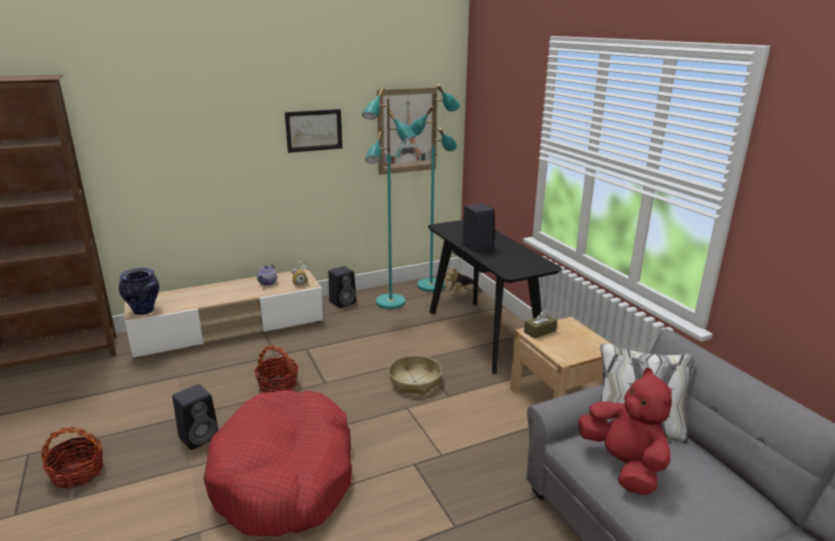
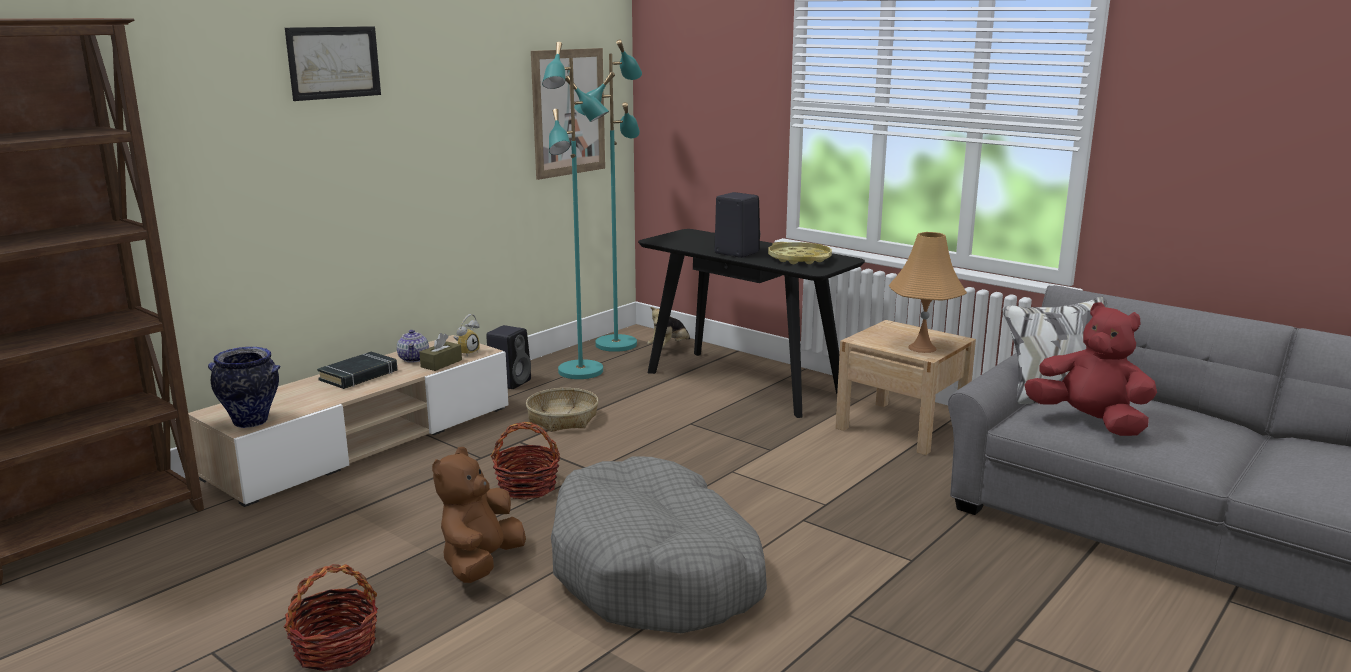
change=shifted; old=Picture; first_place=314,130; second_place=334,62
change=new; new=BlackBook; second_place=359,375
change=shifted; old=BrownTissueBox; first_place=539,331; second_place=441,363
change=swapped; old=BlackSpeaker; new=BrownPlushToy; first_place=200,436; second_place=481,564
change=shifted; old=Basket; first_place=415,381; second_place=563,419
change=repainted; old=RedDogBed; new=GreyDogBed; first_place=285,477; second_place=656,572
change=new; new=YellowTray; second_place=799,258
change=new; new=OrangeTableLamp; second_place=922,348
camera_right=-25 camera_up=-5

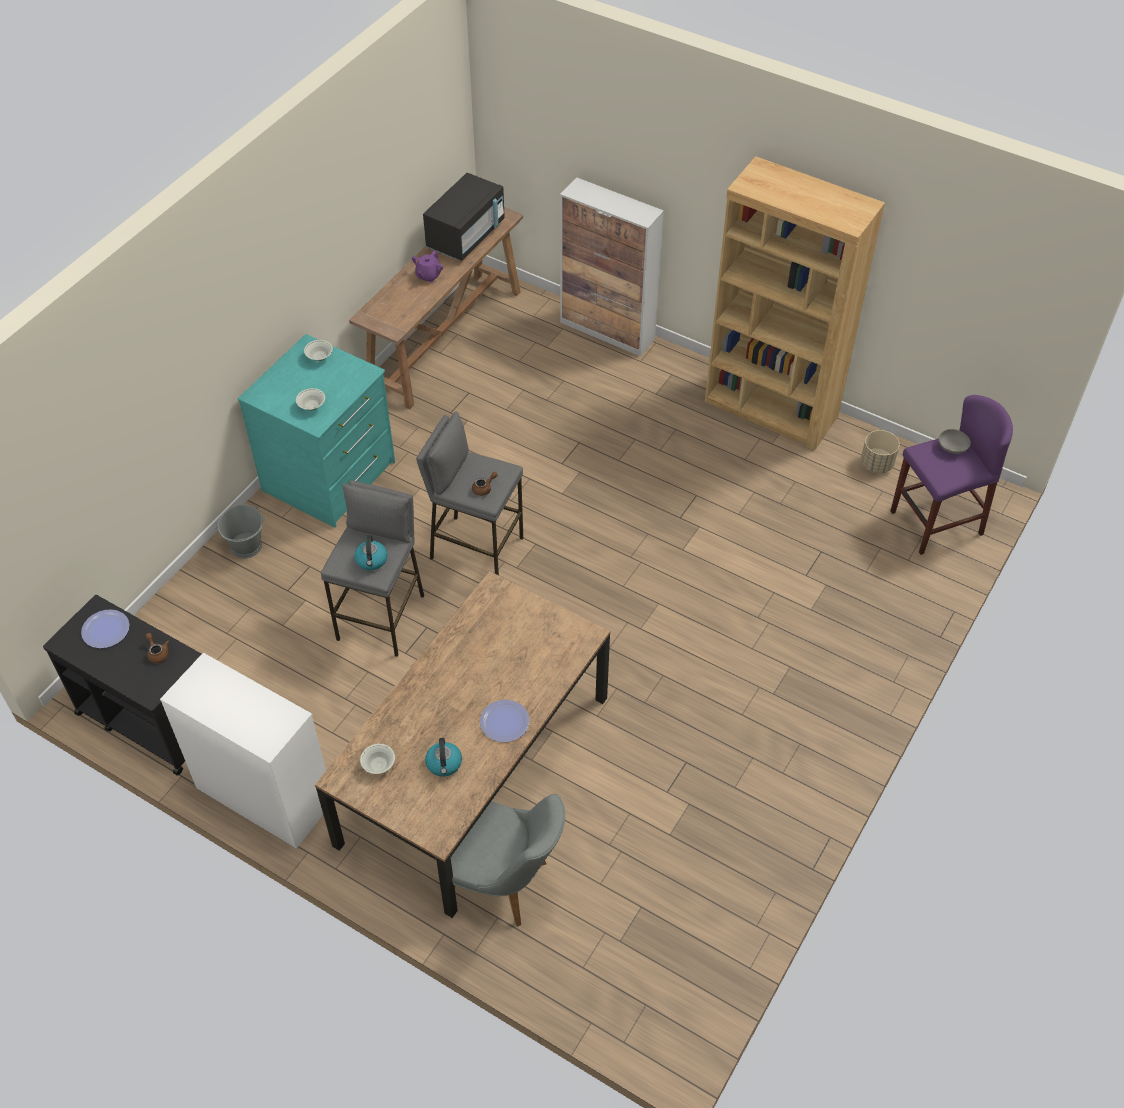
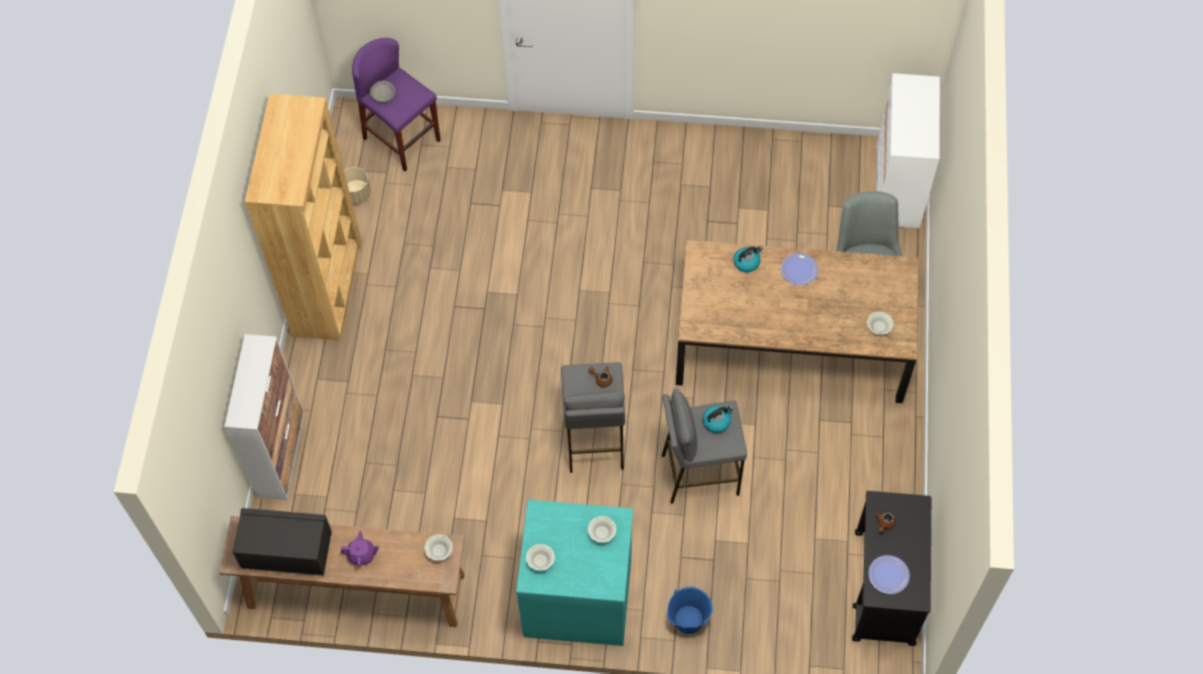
change=new; new=WhiteBowl; second_place=439,551
change=repainted; old=GreyBucket; new=BlueBucket; first_place=247,546; second_place=688,619
change=shifted; old=Kettle; first_place=444,764; second_place=747,262
change=shifted; old=WhiteDresser; first_place=265,795; second_place=897,187
camera_right=-115 camera_up=10

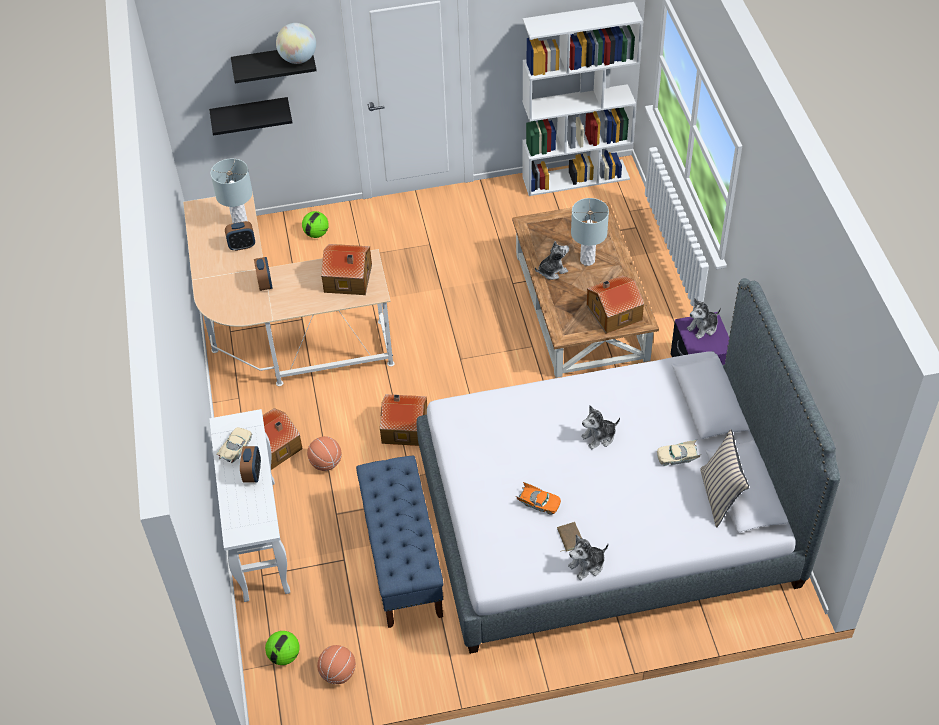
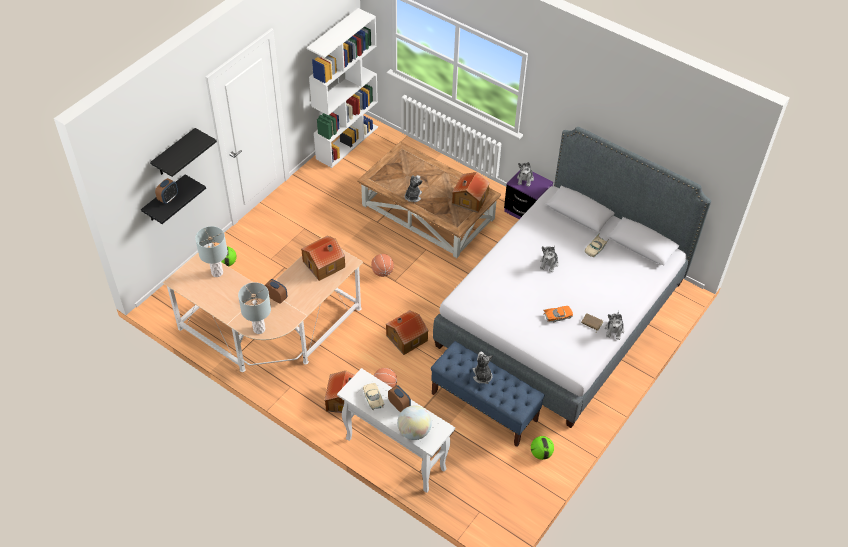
change=shifted; old=AlarmClock; first_place=242,246; second_place=168,198
change=shifted; old=GreyTableLamp; first_place=587,260; second_place=259,329
change=shifted; old=Basketball; first_place=338,673; second_place=382,272
change=shifted; old=Globe; first_place=298,59; second_place=414,431
change=new; new=PlushToy; second_place=482,376
change=shifted; old=Football; first_place=284,656; second_place=541,453
change=gone; old=BeigePillow; first_place=720,496
camera_right=-45 camera_up=0

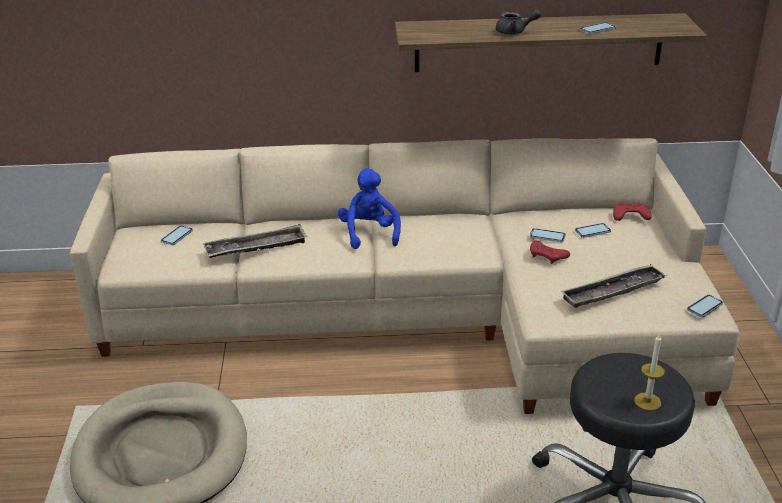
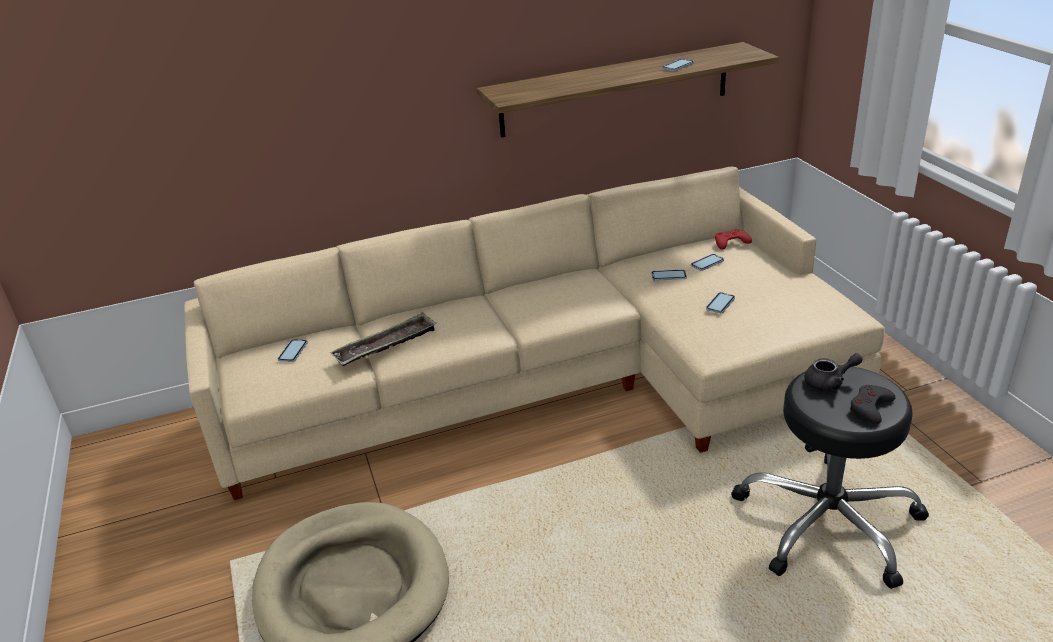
change=shifted; old=Phone; first_place=704,307; second_place=720,304
change=shifted; old=GreyTeapot; first_place=514,32; second_place=829,382
change=swapped; old=Candle; new=GreyGameController; first_place=647,401; second_place=870,407
change=gone; old=BluePlushToy; first_place=369,233
change=gone; old=RedGameController; first_place=547,255
change=gone; old=Tray; first_place=612,291
camera_right=-15 camera_up=0

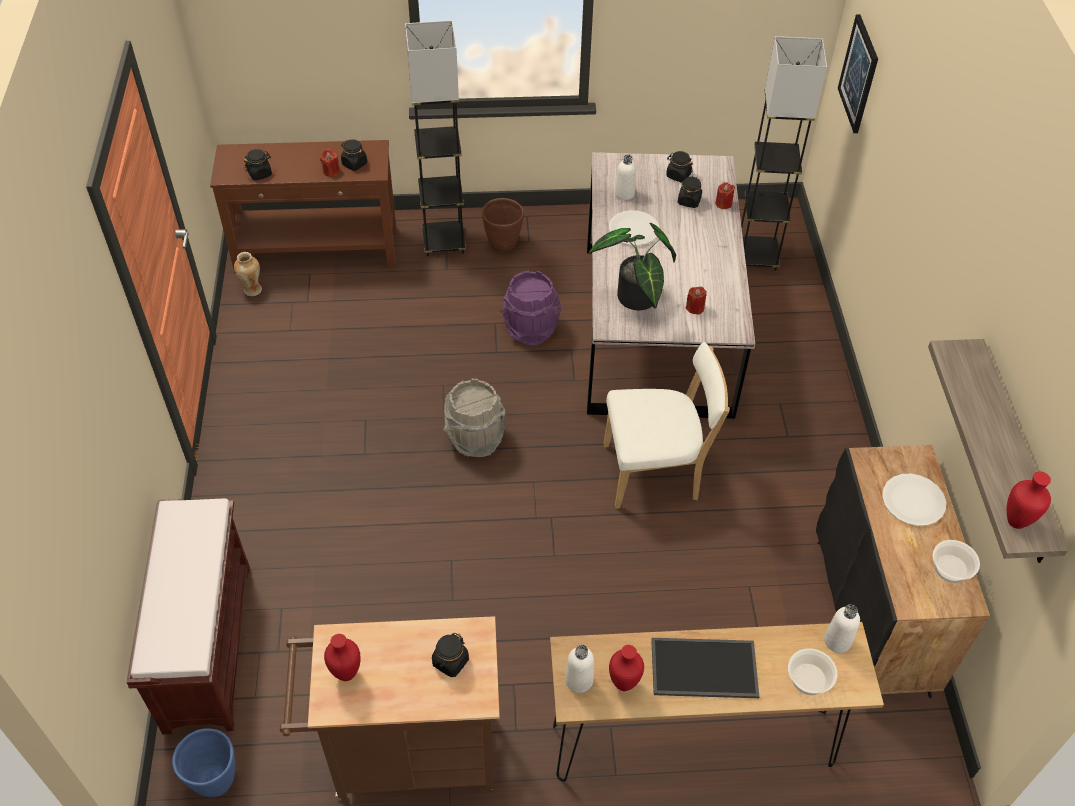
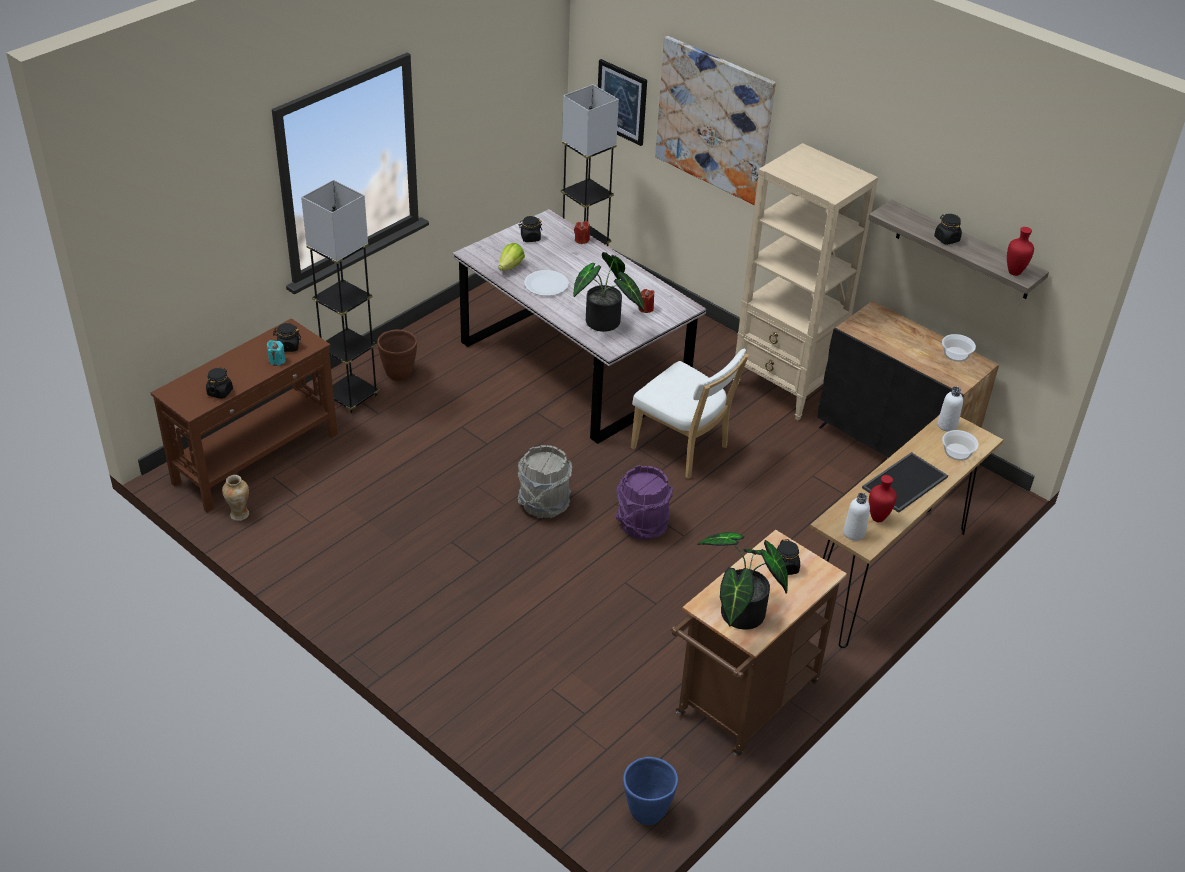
change=repainted; old=RedCandle; new=TurquoiseCandle; first_place=331,171; second_place=277,361
change=swapped; old=WhiteBottle; new=Lettuce; first_place=624,194; second_place=510,266
change=shifted; old=PurpleBucket; first_place=530,329; second_place=642,525
change=rotated; old=WhiteChair; first_place=656,472; second_place=683,449; degrees=90
change=new; new=Picture; second_place=714,120
change=swapped; old=RedVase; new=PottedPlant; first_place=345,675; second_place=738,616
change=new; new=BeigeBookcase; second_place=785,388
change=shifted; old=BlackJar; first_place=689,201; second_place=946,239
change=gone; old=BrownBench; first_place=207,645
change=gone; old=WhitePlate; first_place=913,501
camera_right=-45 camera_up=-10

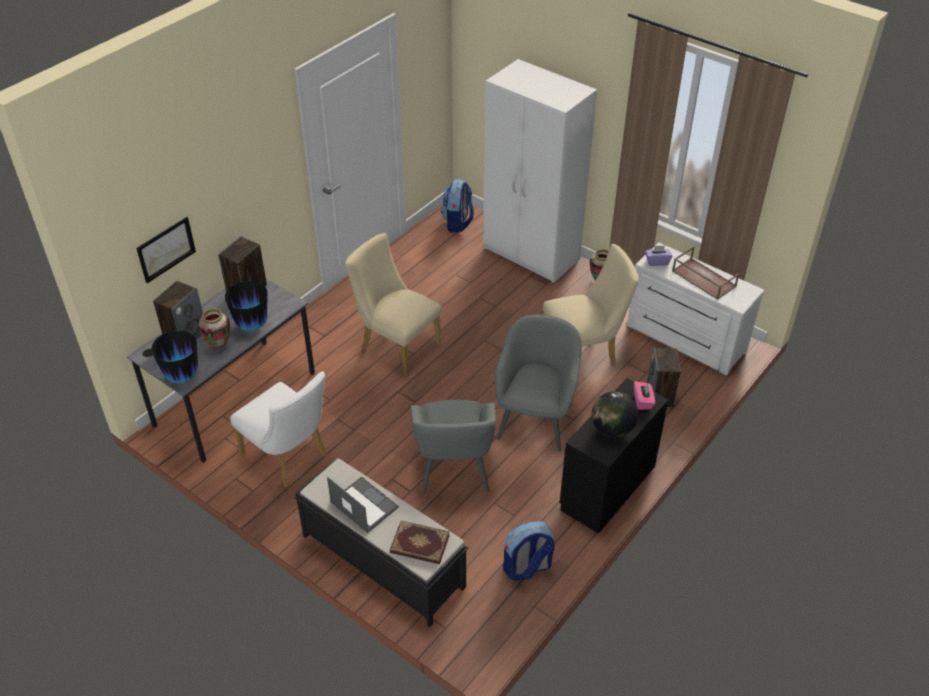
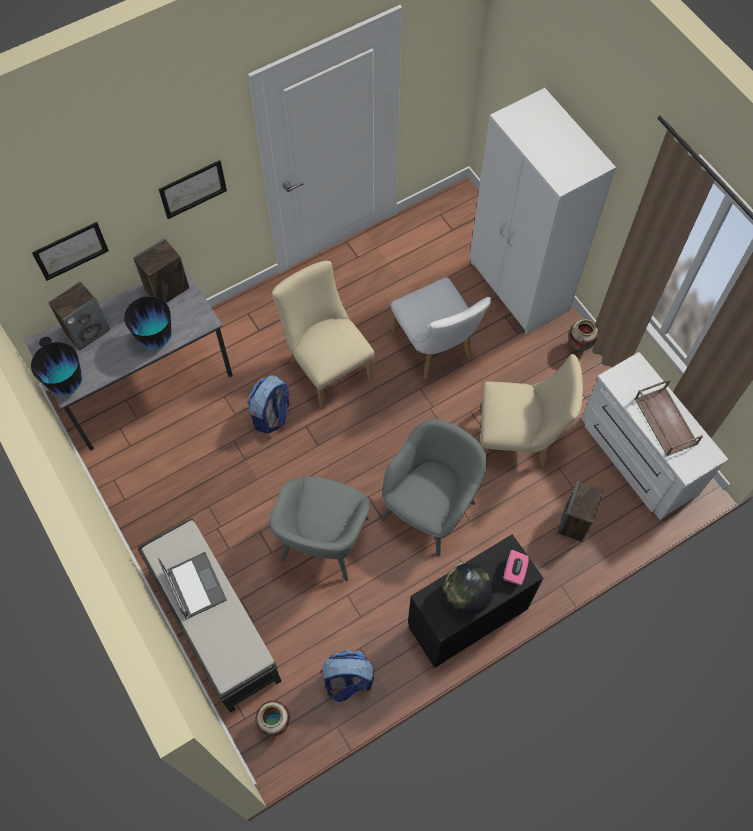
change=new; new=Picture; second_place=193,189
change=shifted; old=Backpack; first_place=458,223; second_place=271,416
change=shifted; old=Vase; first_place=219,345; second_place=275,723
change=shifted; old=WhiteChair; first_place=289,458; second_place=436,349
change=gone; old=Book; first_place=419,545
change=gone; old=PurpleTissueBox; first_place=657,261
camera_right=20 camera_up=20

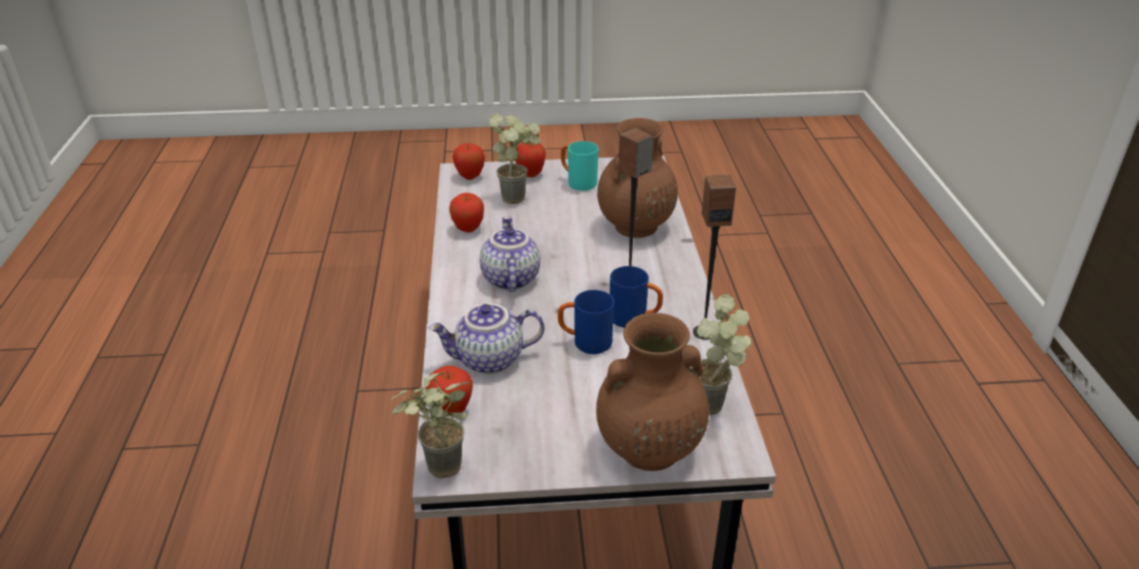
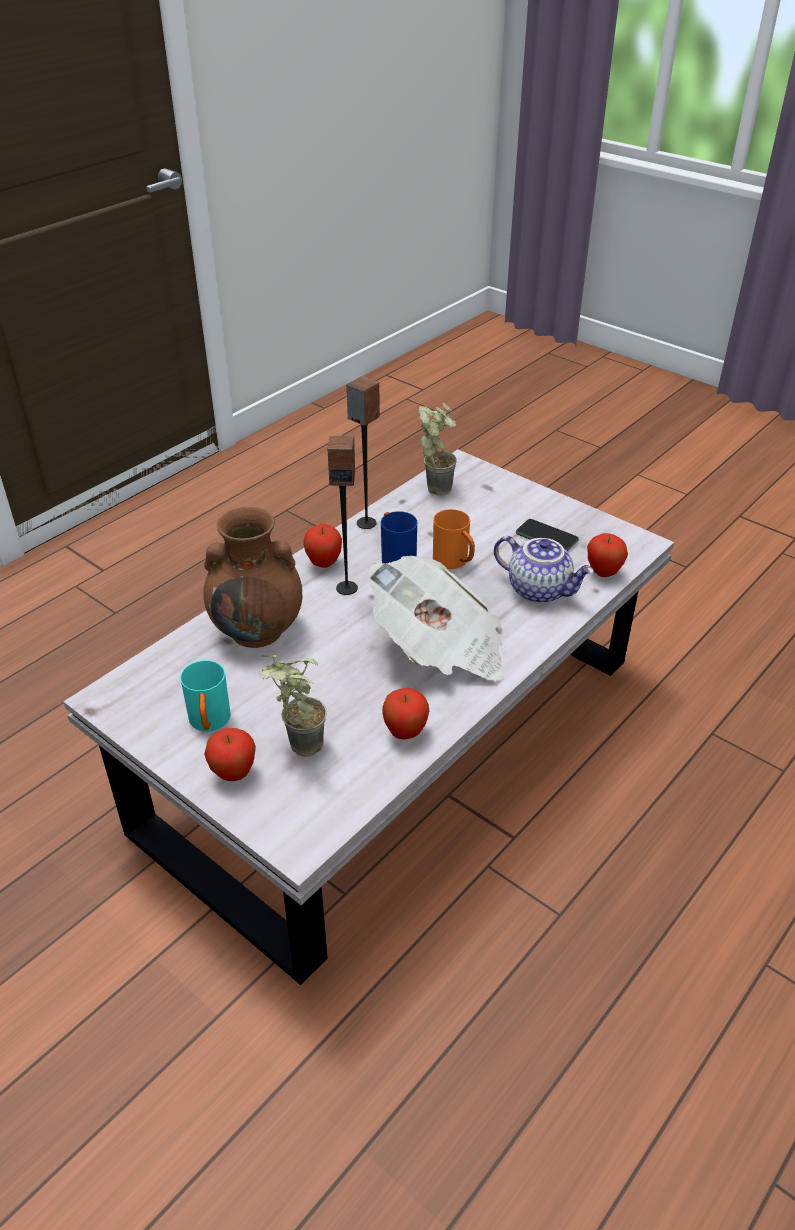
change=shifted; old=Apple; first_place=470,177; second_place=324,563
change=swapped; old=Teapot; new=Newspaper; first_place=509,278; second_place=439,648
change=repainted; old=BlueMug; new=OrangeMug; first_place=585,342; second_place=455,563
change=new; new=Phone; second_place=546,537
change=gone; old=PottedPlant; first_place=437,474
change=gone; old=BrownVase; first_place=648,450
camera_right=-135 camera_up=5

